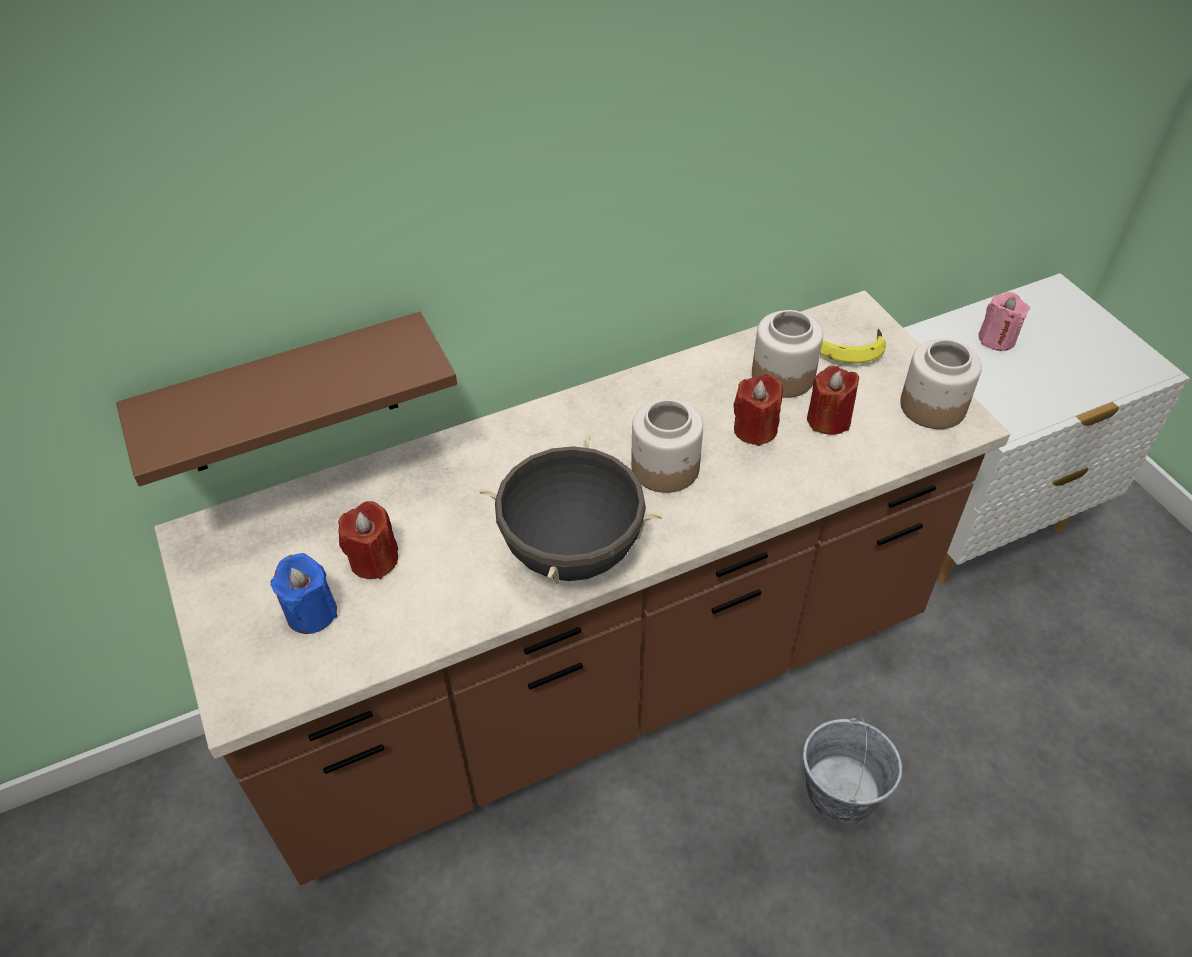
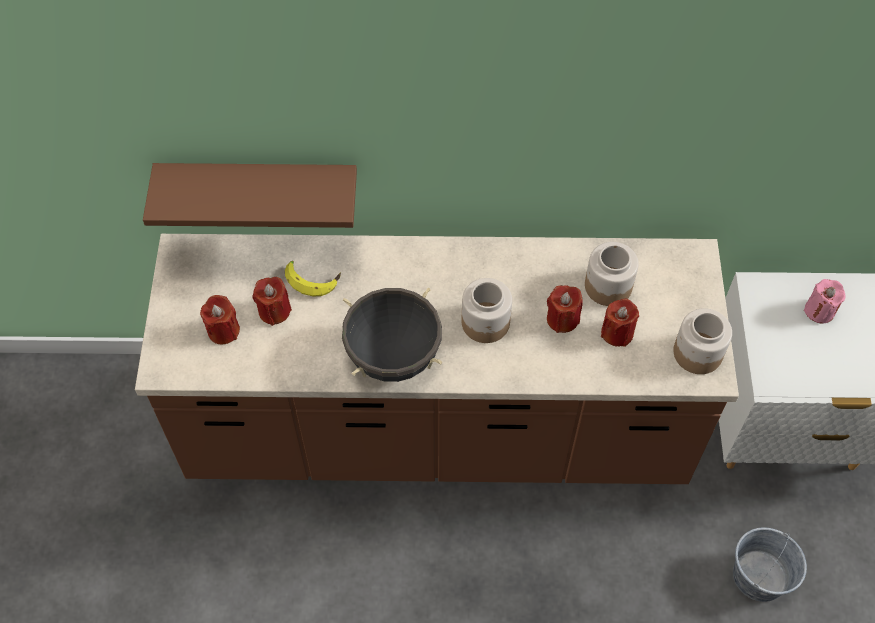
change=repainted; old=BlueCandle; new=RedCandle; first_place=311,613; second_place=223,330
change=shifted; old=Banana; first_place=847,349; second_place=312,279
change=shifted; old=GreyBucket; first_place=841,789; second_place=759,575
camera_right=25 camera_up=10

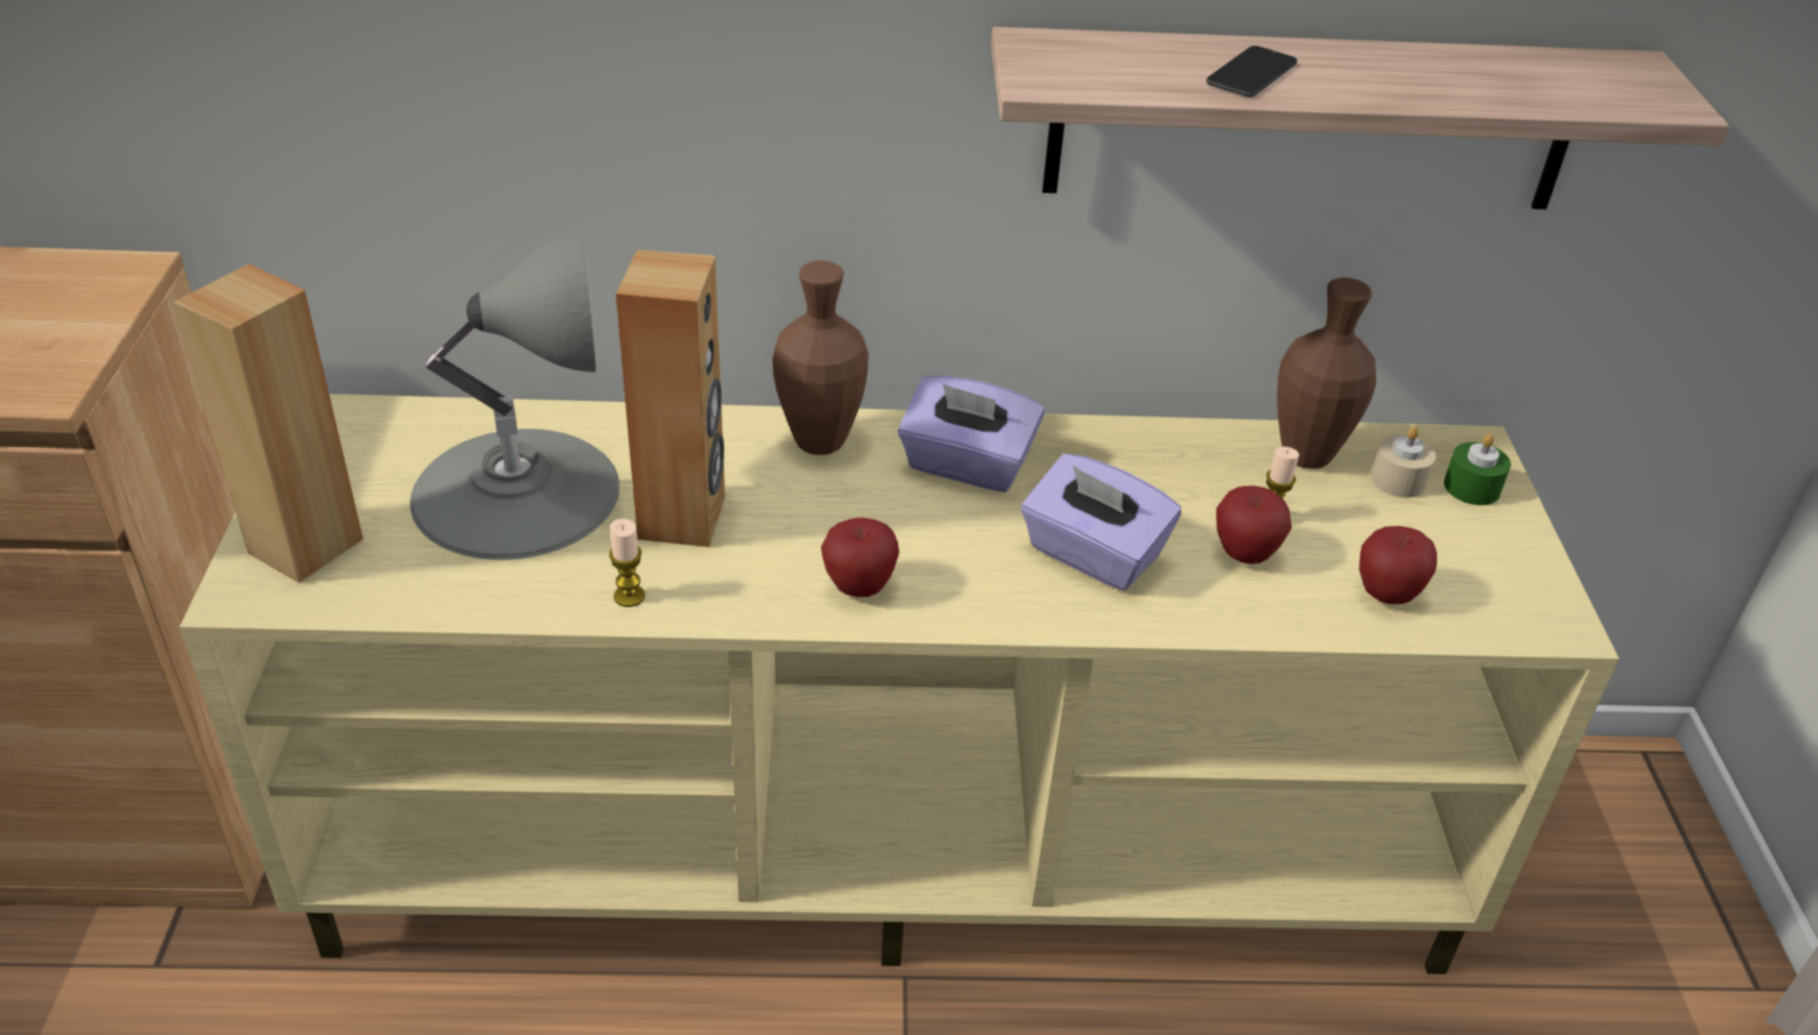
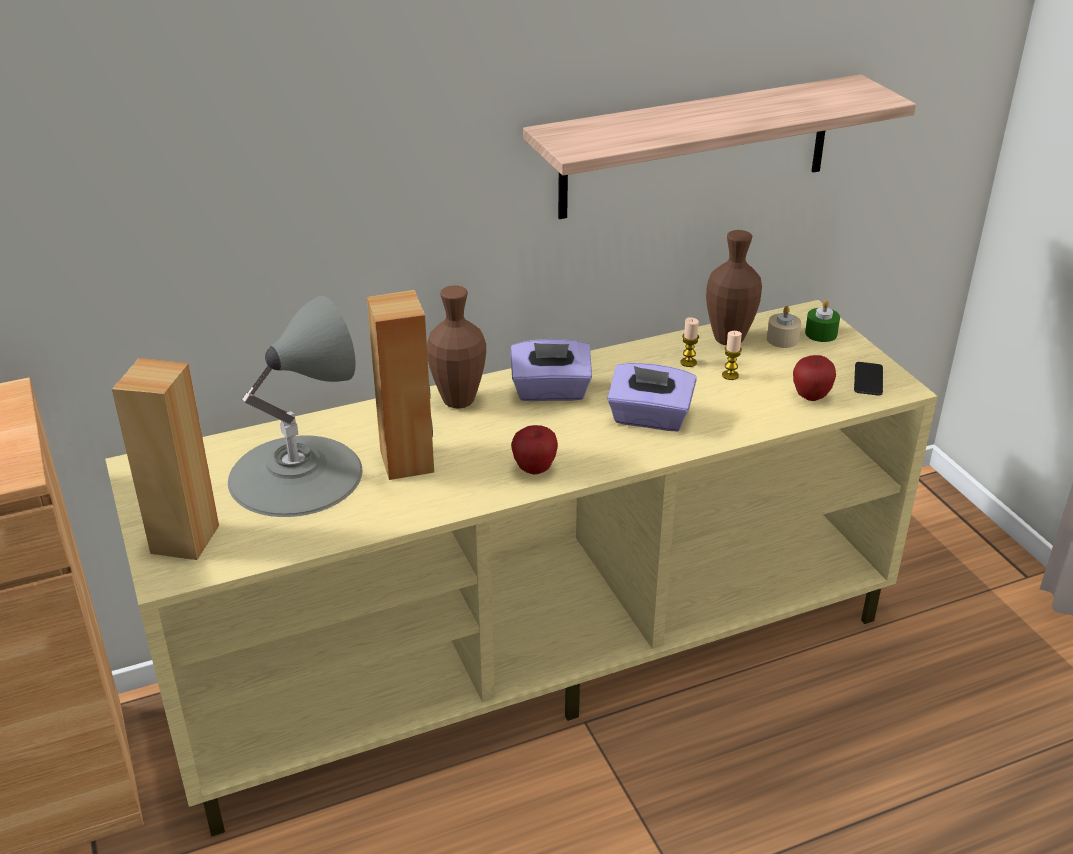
change=shifted; old=Candle; first_place=629,596; second_place=688,362
change=shifted; old=Phone; first_place=1251,74; second_place=868,379
change=gone; old=Apple; first_place=1245,554
camera_right=-20 camera_up=-5

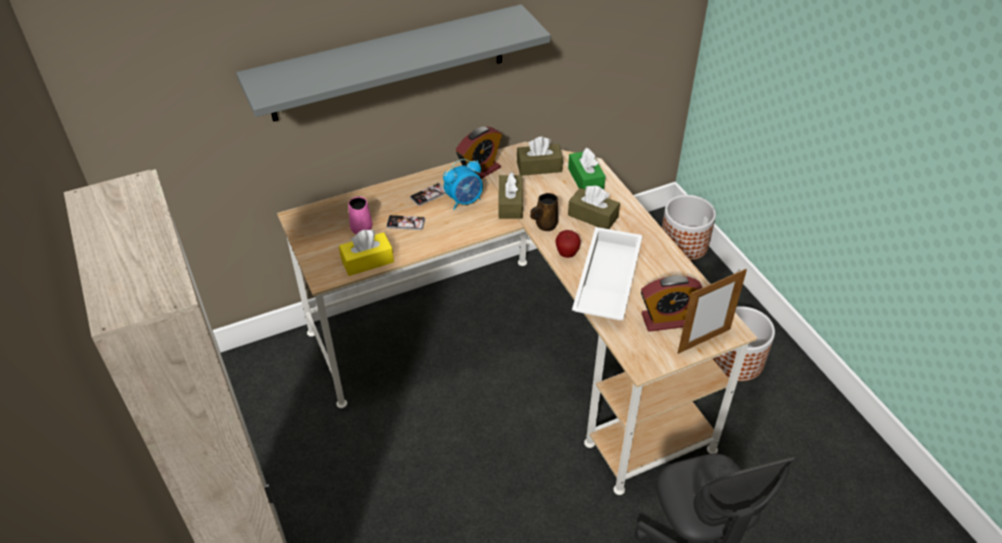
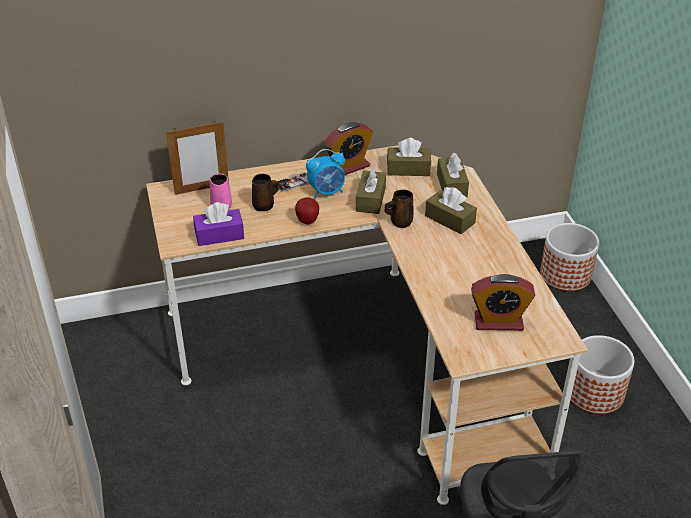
change=shifted; old=PictureFrame; first_place=704,341; second_place=202,189
change=repainted; old=YellowTissueBox; new=PurpleTissueBox; first_place=367,261; second_place=219,235
change=swapped; old=Phone; new=BrownMug; first_place=405,223; second_place=264,206
change=shifted; old=Apple; first_place=567,254; second_place=307,221
change=repainted; old=GreenTissueBox; new=BrownTissueBox; first_place=585,179; second_place=451,185
change=gone; old=GreyShelf; first_place=388,63
change=gone; old=WhiteTray; first_place=605,281
camera_right=10 camera_up=-5

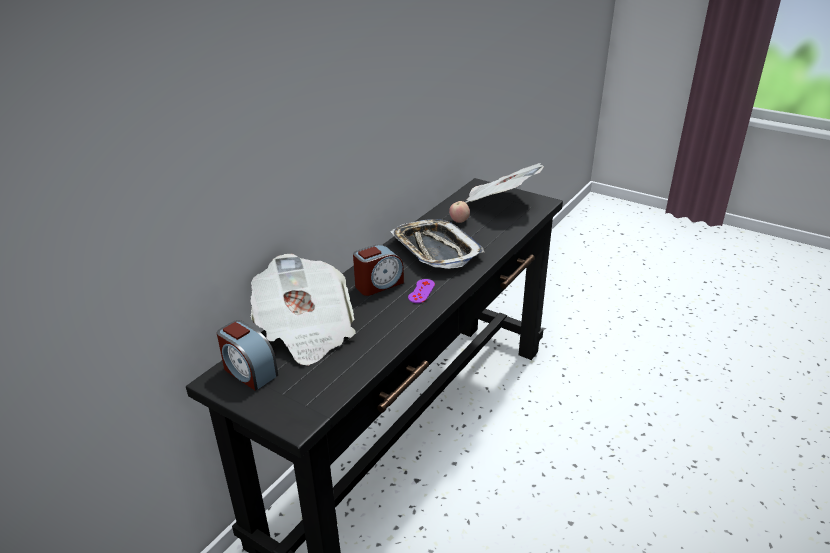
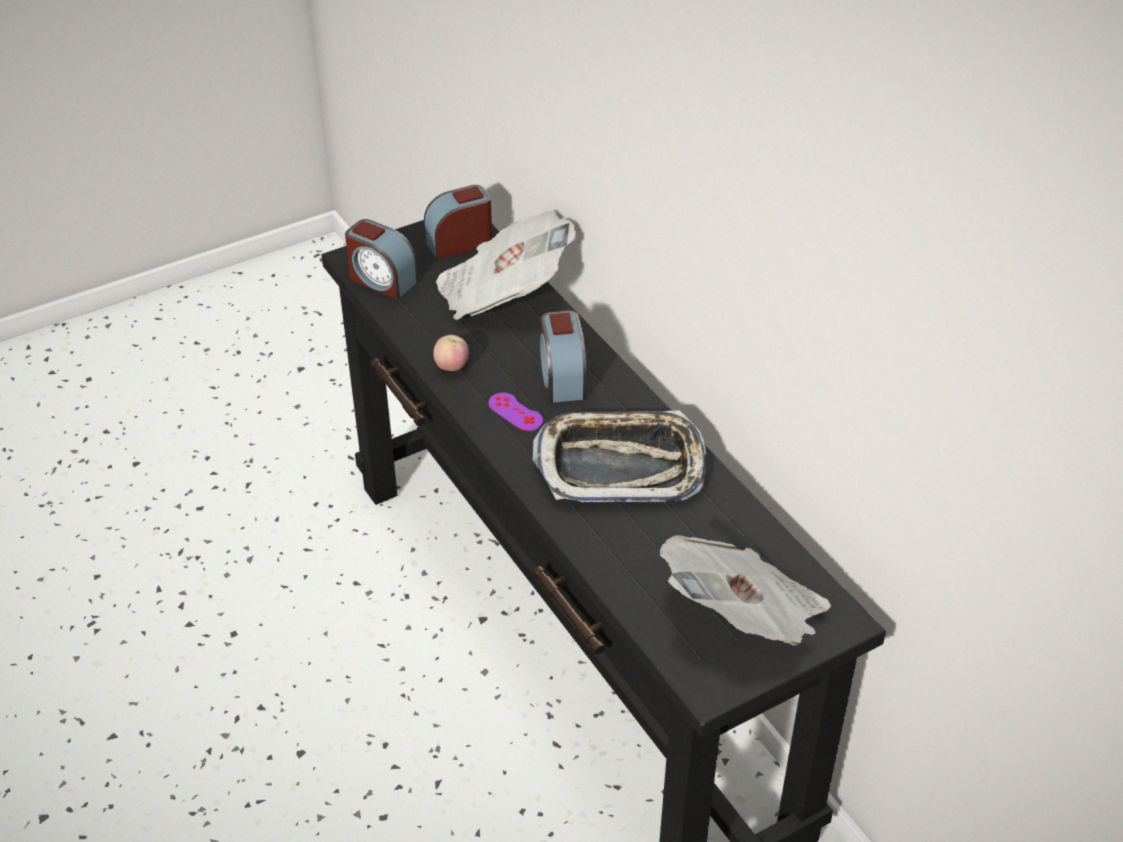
change=new; new=AlarmClock; second_place=382,280
change=shifted; old=Apple; first_place=459,221; second_place=452,367
camera_right=115 camera_up=10

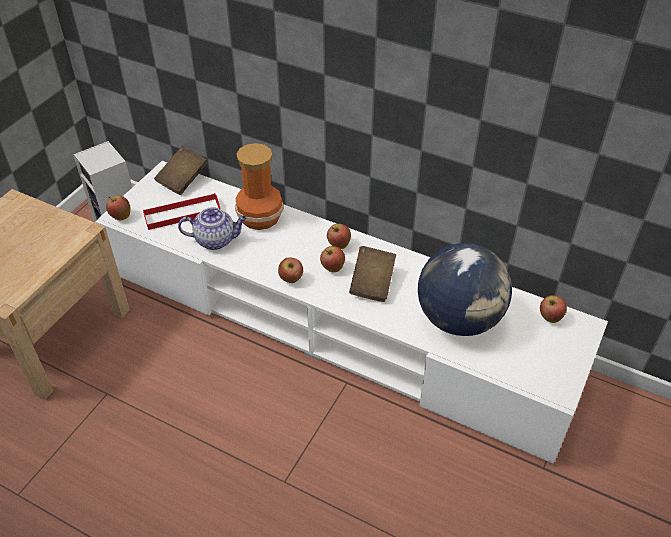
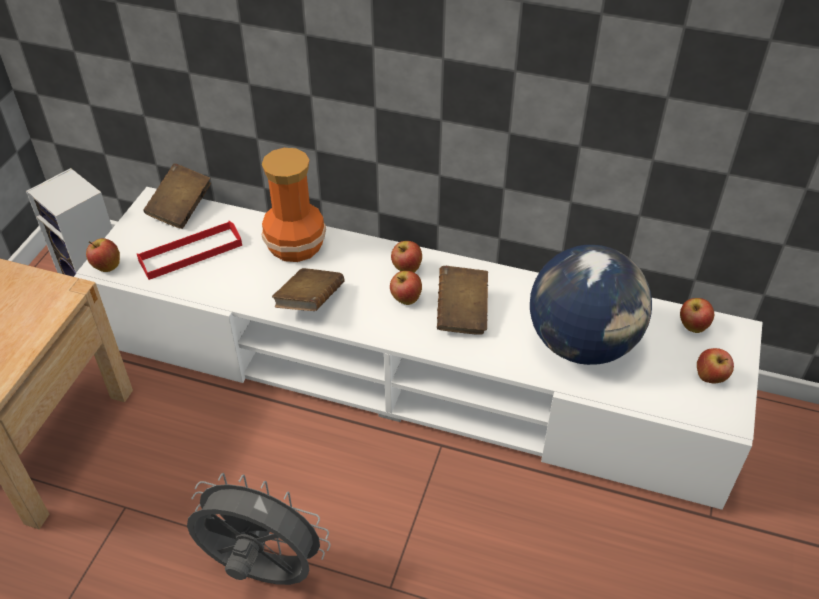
change=new; new=GreyFan; second_place=261,572
change=new; new=BrownBook; second_place=310,302
change=shifted; old=Apple; first_place=291,279; second_place=710,378
change=gone; old=Teapot; first_place=216,240
camera_right=-10 camera_up=0

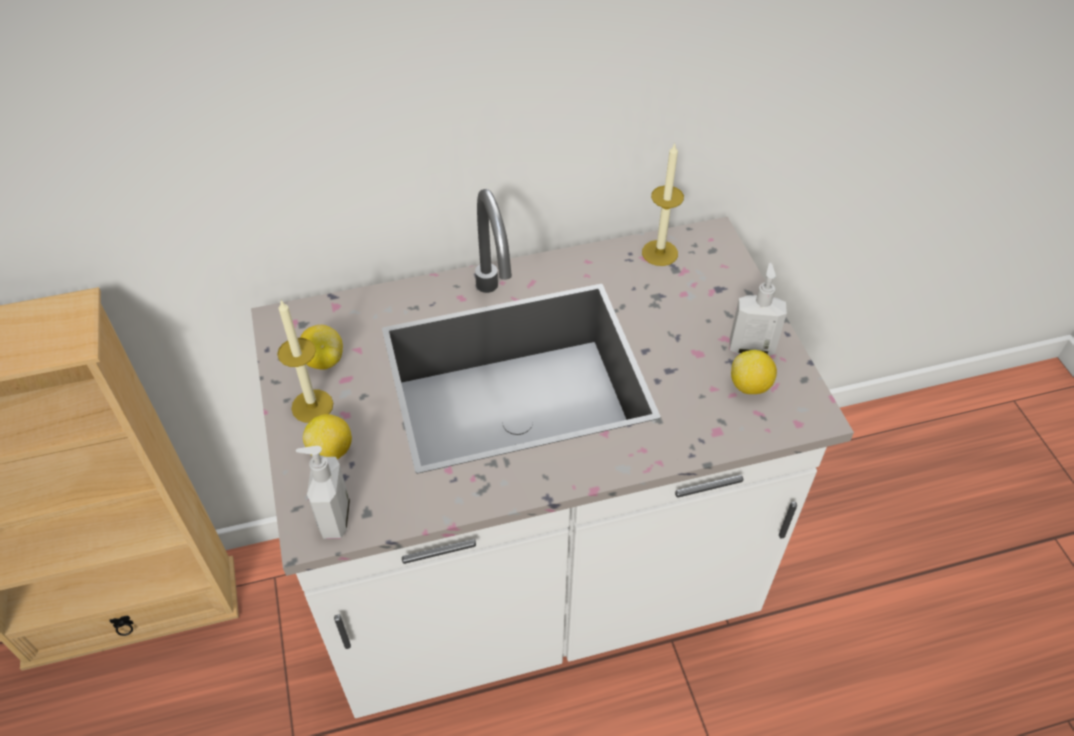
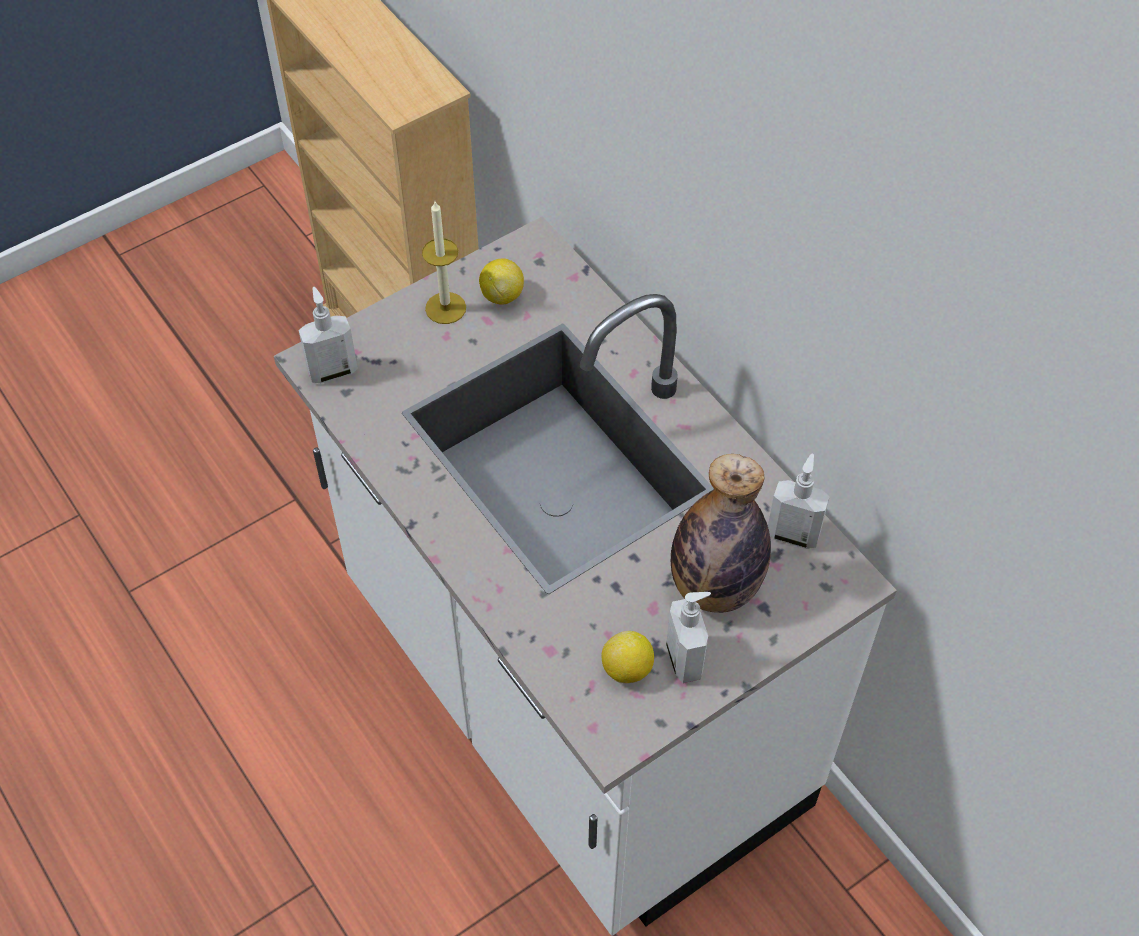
change=new; new=Bottle; second_place=714,587
change=swapped; old=Candle; new=SoapDispenser; first_place=659,253; second_place=793,534
change=gone; old=Lemon; first_place=331,451
camera_right=70 camera_up=5

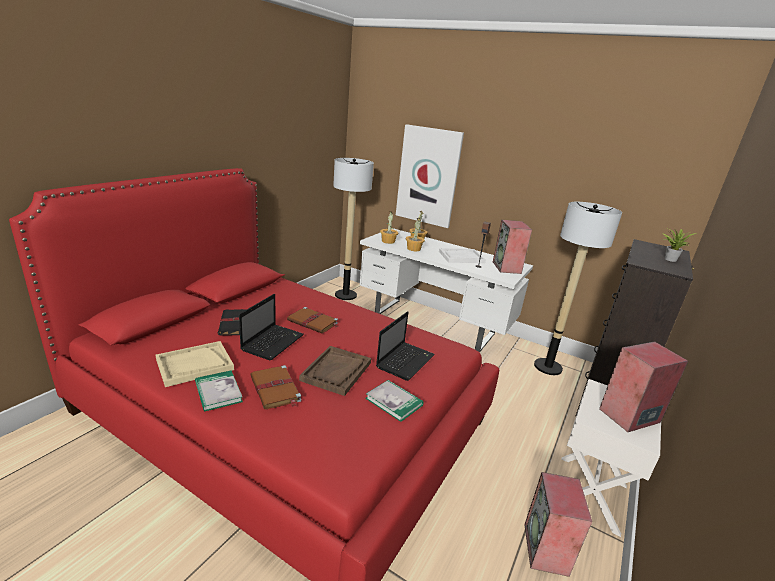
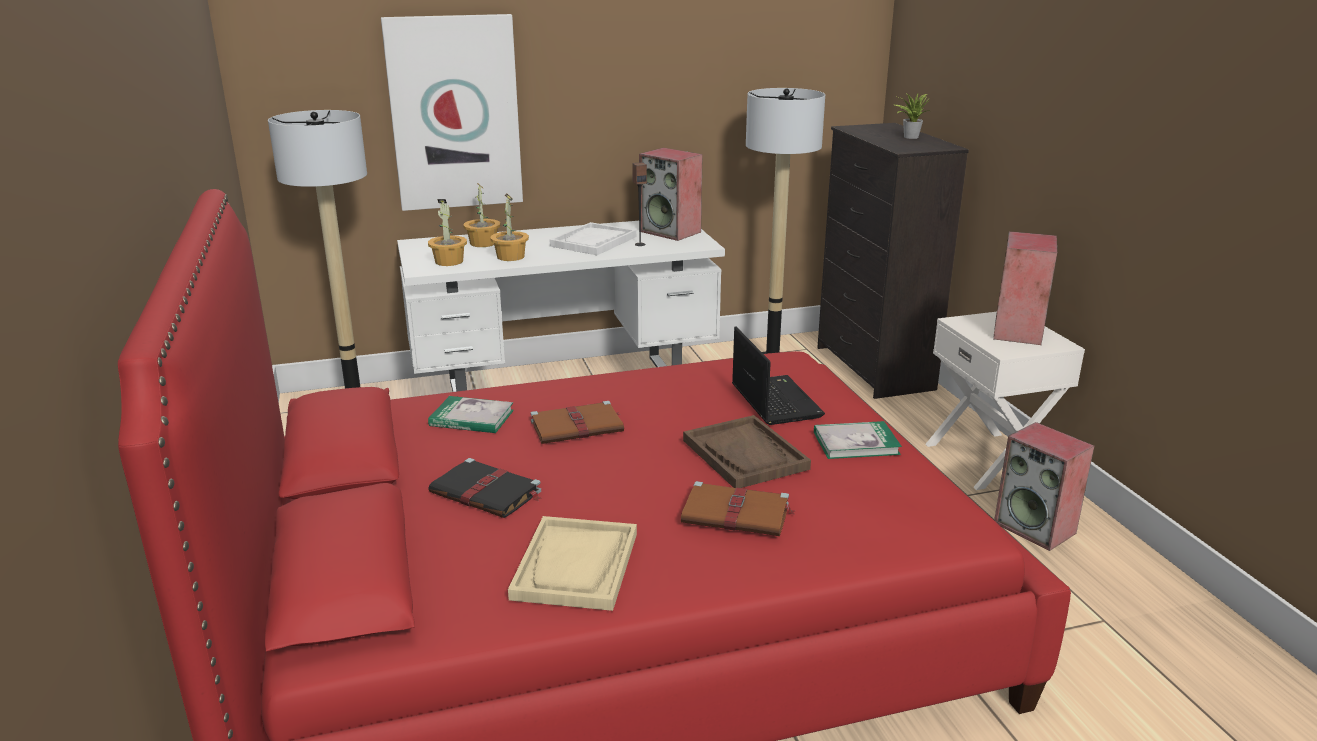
change=shifted; old=Book; first_place=218,392; second_place=472,418
change=gone; old=Laptop; first_place=273,342
camera_right=-45 camera_up=0

